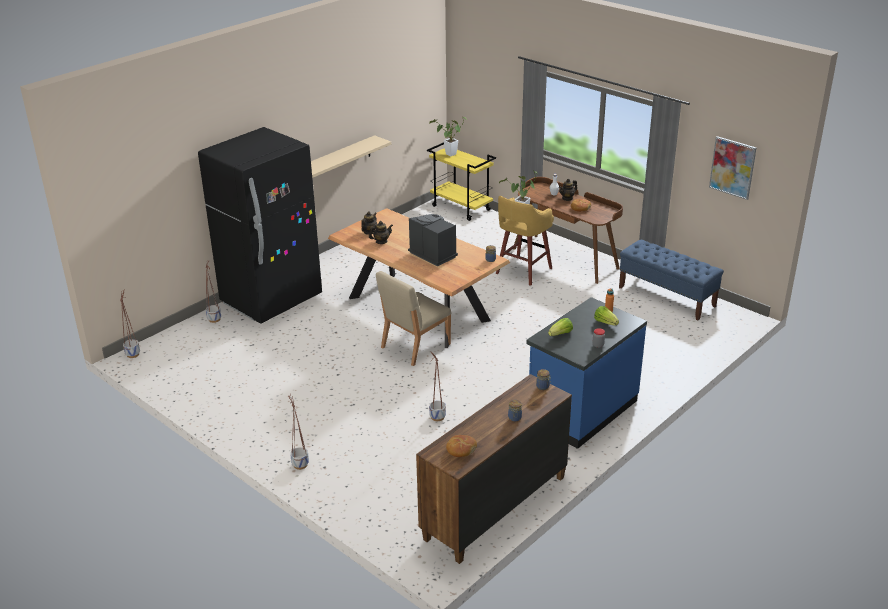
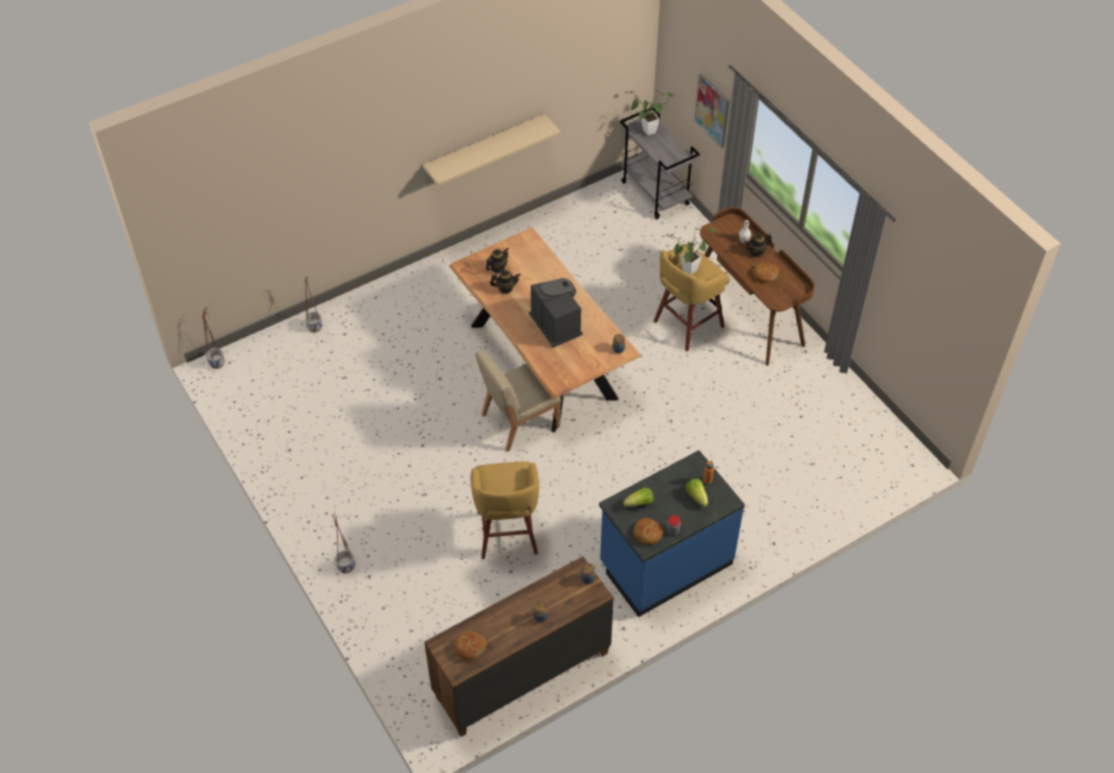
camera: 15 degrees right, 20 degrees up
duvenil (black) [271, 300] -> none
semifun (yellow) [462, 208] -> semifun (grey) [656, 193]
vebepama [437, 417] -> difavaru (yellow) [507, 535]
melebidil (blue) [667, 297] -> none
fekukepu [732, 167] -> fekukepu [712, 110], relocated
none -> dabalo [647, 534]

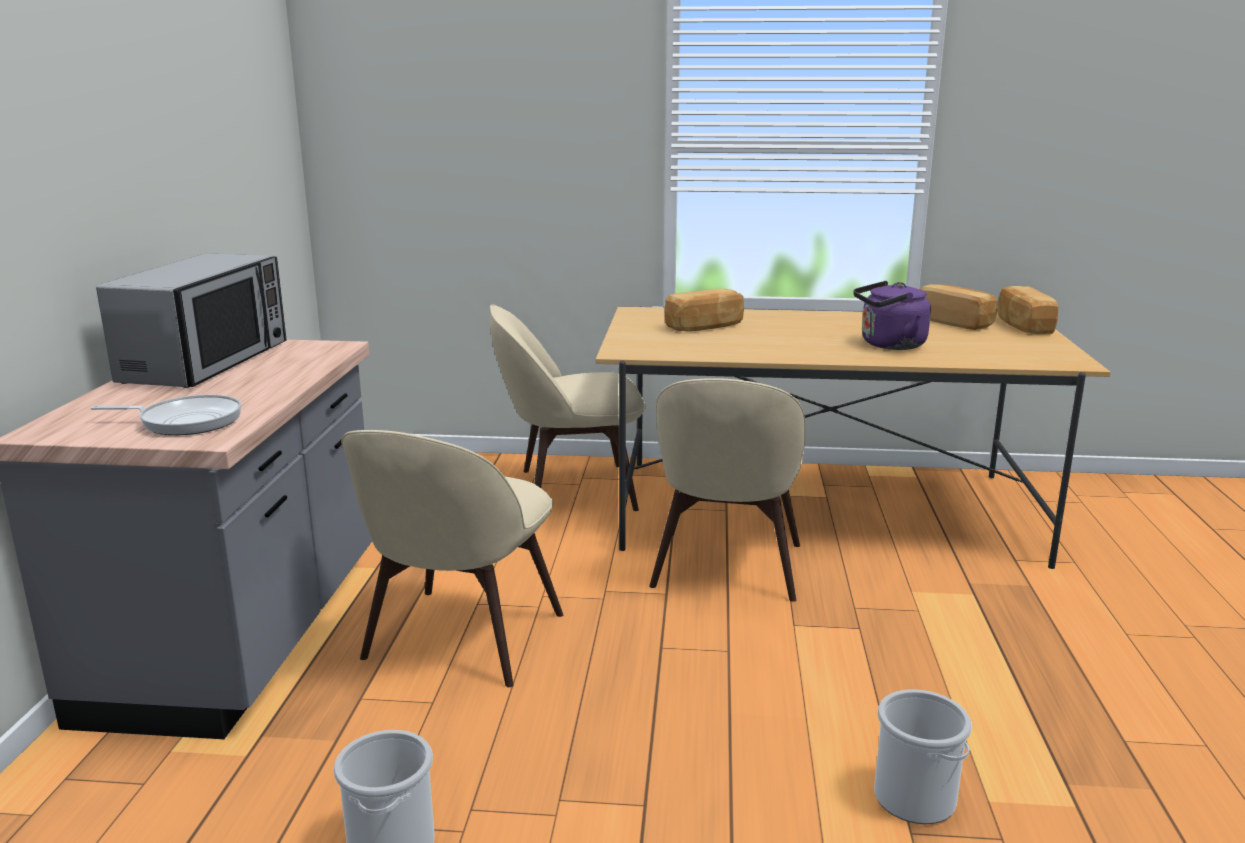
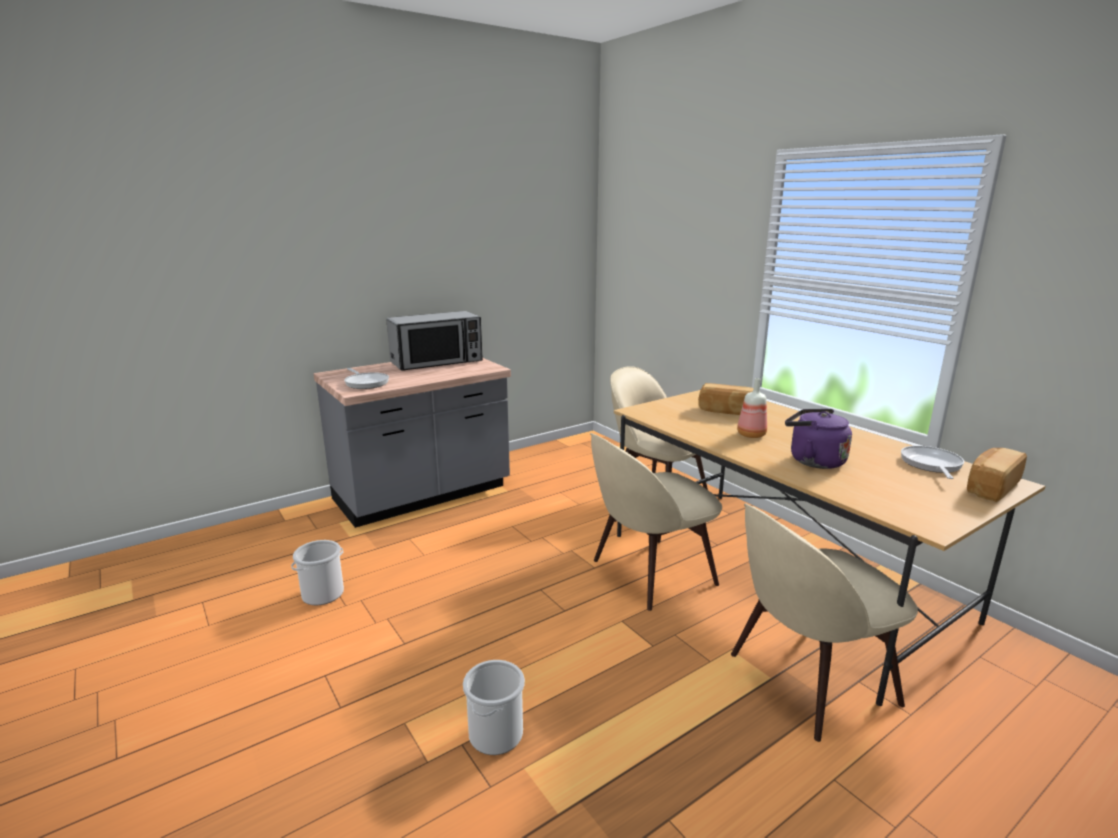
camera: 50 degrees right, 0 degrees up
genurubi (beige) [460, 640] -> genurubi (beige) [807, 680], relocated
dabalo [955, 322] -> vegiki [931, 464]
none -> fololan [751, 435]

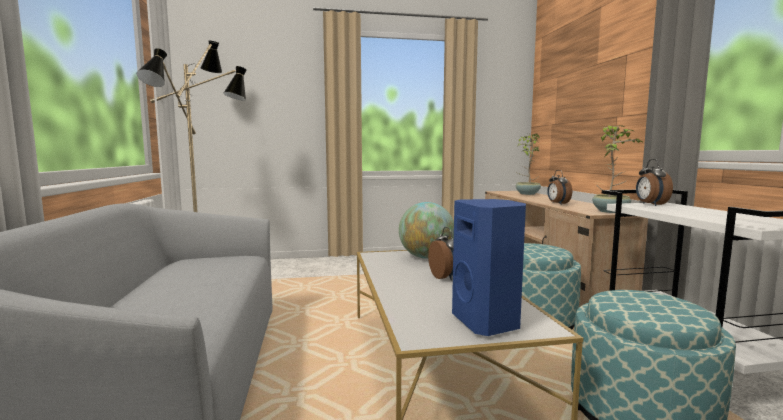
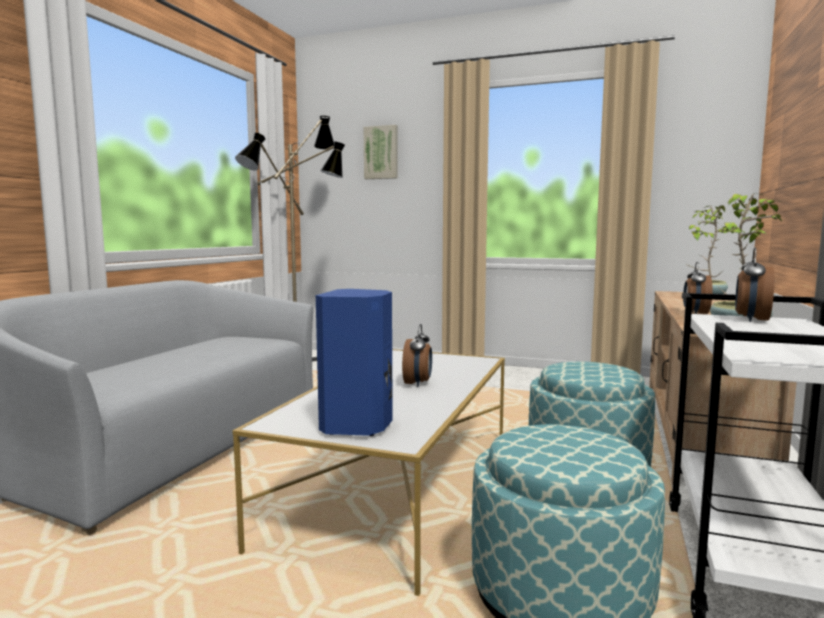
camera: 30 degrees right, 0 degrees up
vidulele [426, 257] -> none
none -> fekukepu [381, 152]

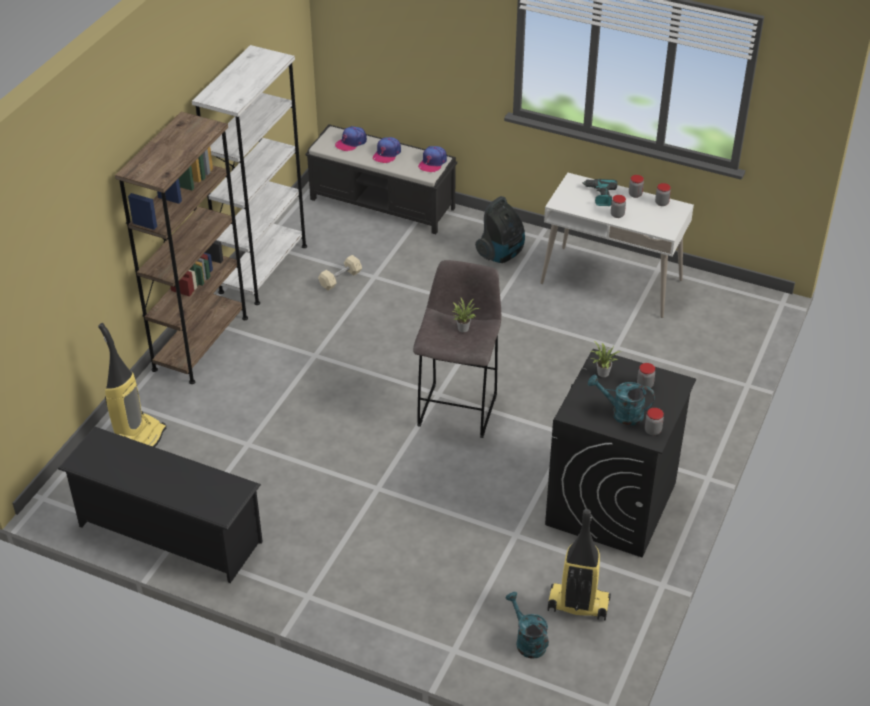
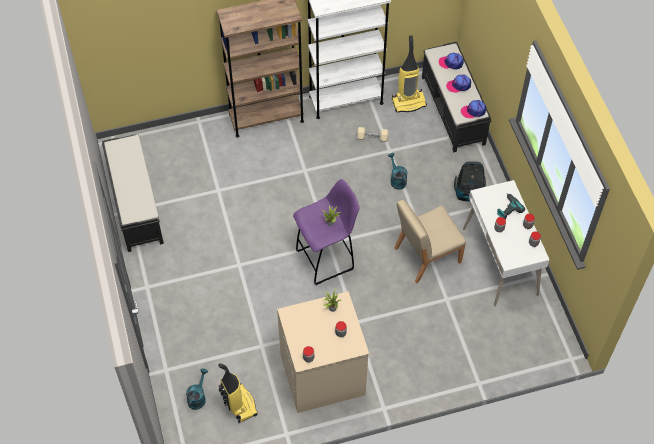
camera: 50 degrees right, 15 degrees up
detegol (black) [169, 533] -> melebidil (black) [135, 204]
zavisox [138, 439] -> zavisox [409, 102], relocated
difavaru (grey) [458, 408] -> difavaru (purple) [327, 259]
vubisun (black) [611, 504] -> vubisun (beige) [322, 375]
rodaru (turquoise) [621, 413] -> rodaru (turquoise) [396, 179], relocated
none -> genurubi (beige) [426, 255]

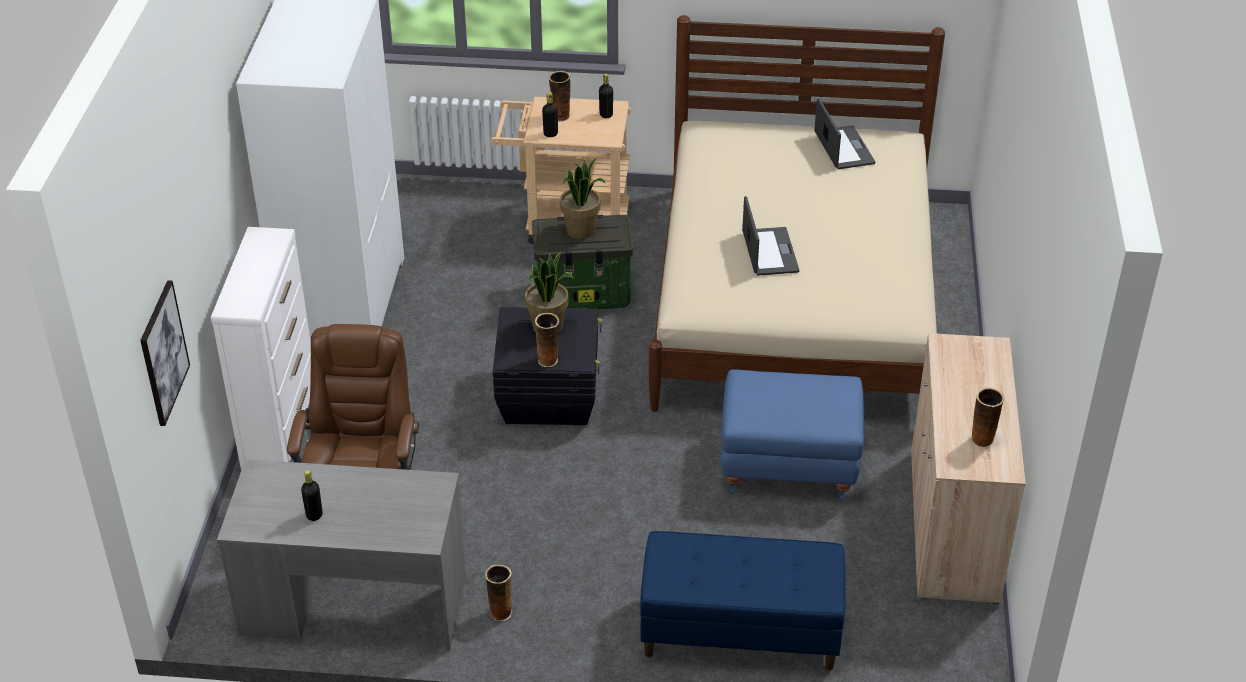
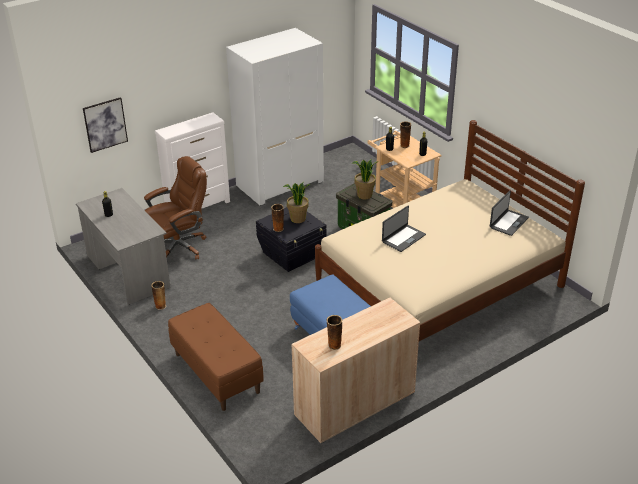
camera: 50 degrees right, 5 degrees down
melebidil (blue) [739, 632] -> melebidil (brown) [216, 373]

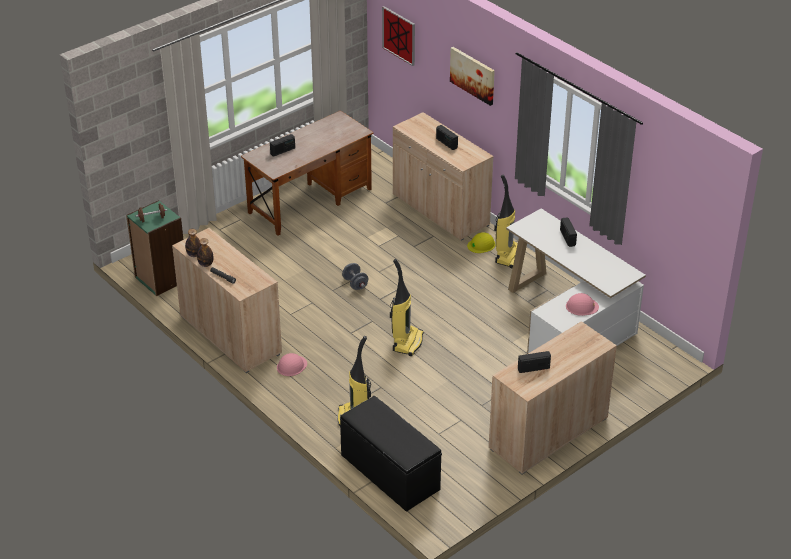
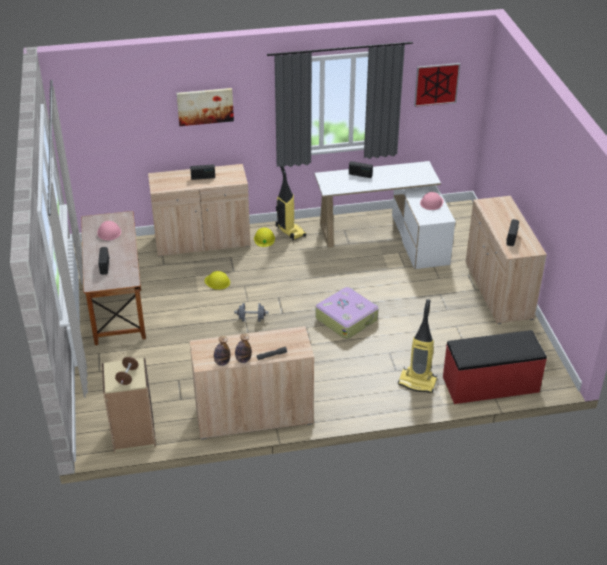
camera: 60 degrees left, 0 degrees up
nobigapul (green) [160, 279] -> nobigapul (beige) [133, 435]
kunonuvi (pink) [291, 366] -> kunonuvi (pink) [109, 232], relocated
melebidil (black) [389, 472] -> melebidil (red) [490, 385]
fekukepu [399, 35] -> fekukepu [436, 84], relocated
zavisox [407, 342] -> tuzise [346, 318]
none -> kunonuvi (yellow) [217, 281]

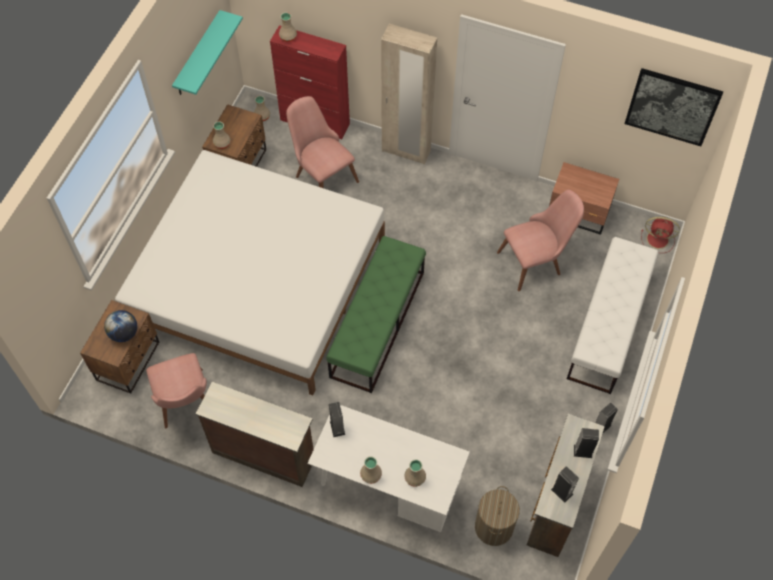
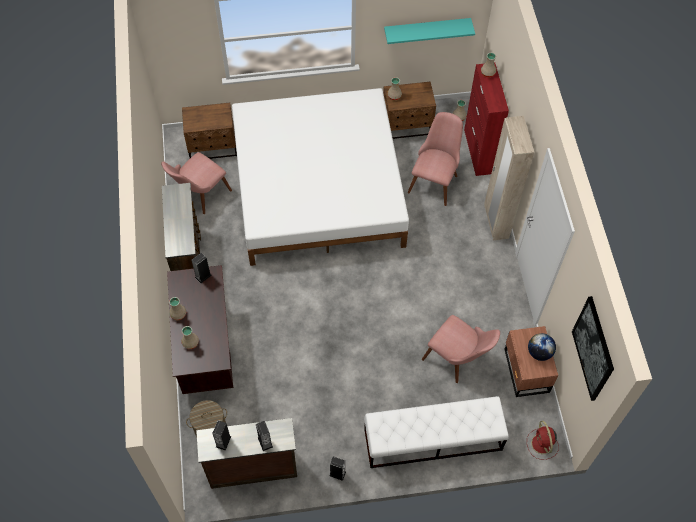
camera: 60 degrees right, 0 degrees up
vidulele [124, 333] -> vidulele [539, 352], relocated
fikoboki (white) [388, 487] -> fikoboki (brown) [206, 348]
melebidil (green) [378, 323] -> none

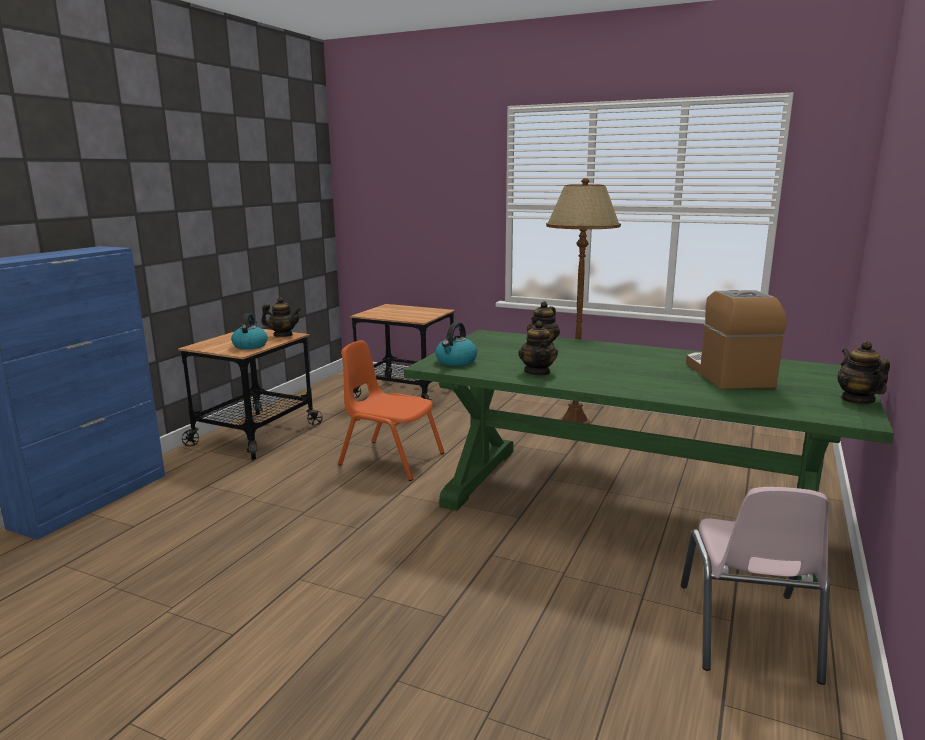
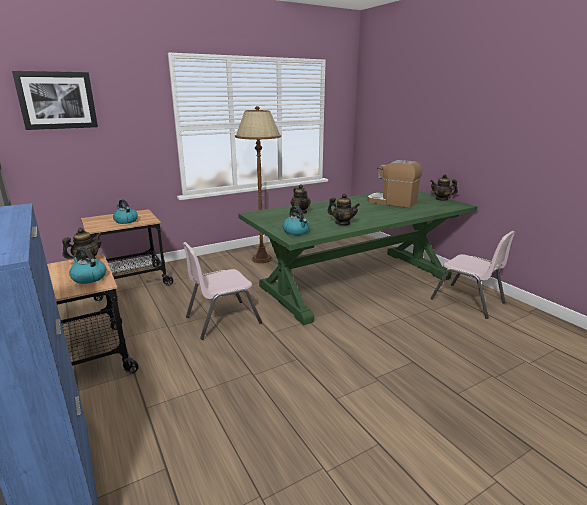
camera: 55 degrees left, 5 degrees up
genurubi (orange) [391, 459] -> genurubi (pink) [222, 319]
none -> fekukepu [57, 100]
none -> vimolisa [126, 221]

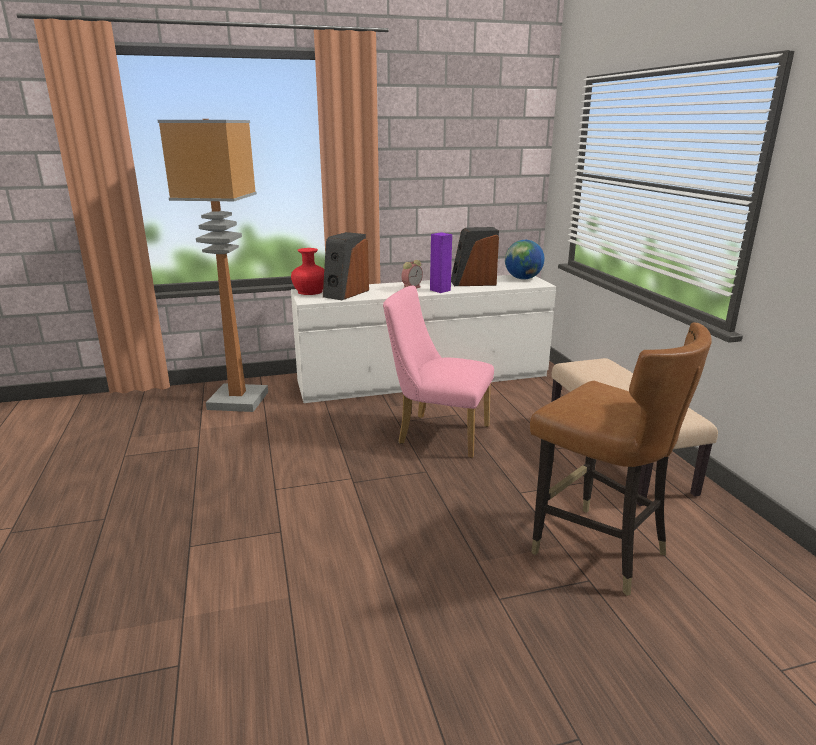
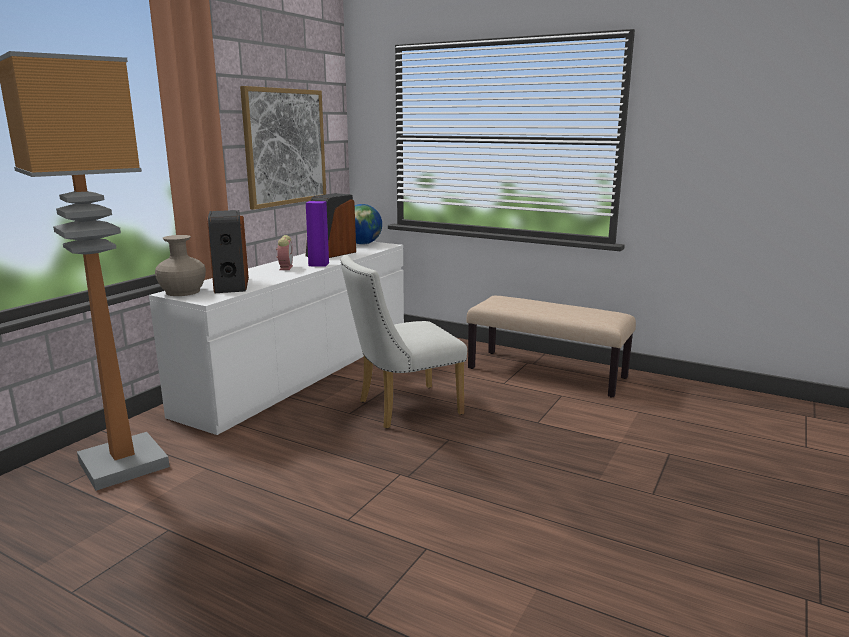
camera: 45 degrees left, 5 degrees down
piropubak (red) [310, 291] -> piropubak (beige) [182, 292]
genurubi (pink) [437, 434] -> genurubi (white) [402, 408]
genurubi (brown) [597, 549] -> none
none -> fekukepu [285, 147]

